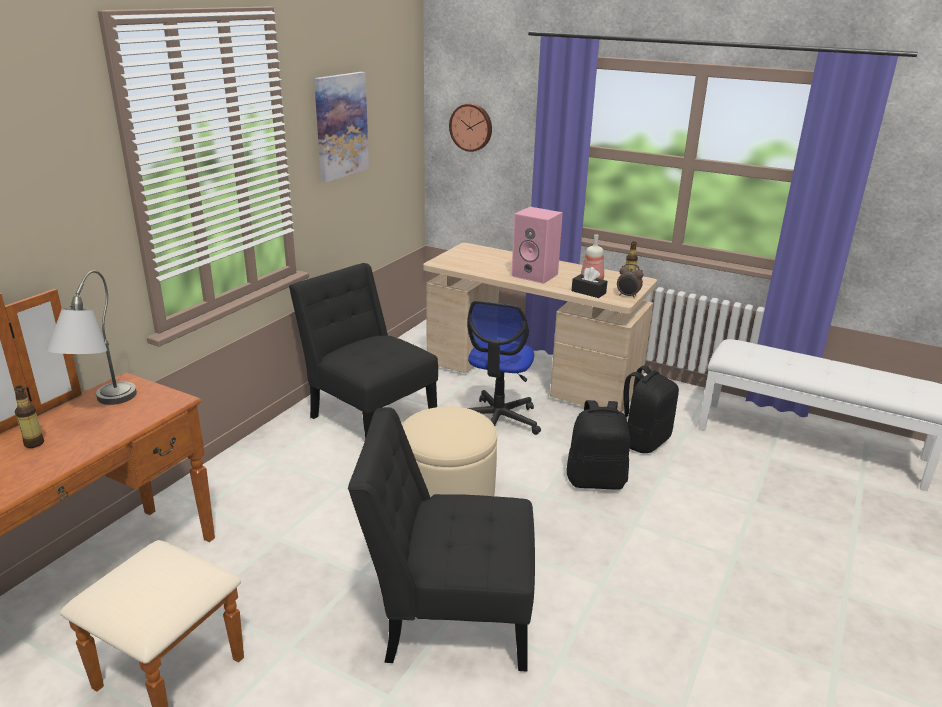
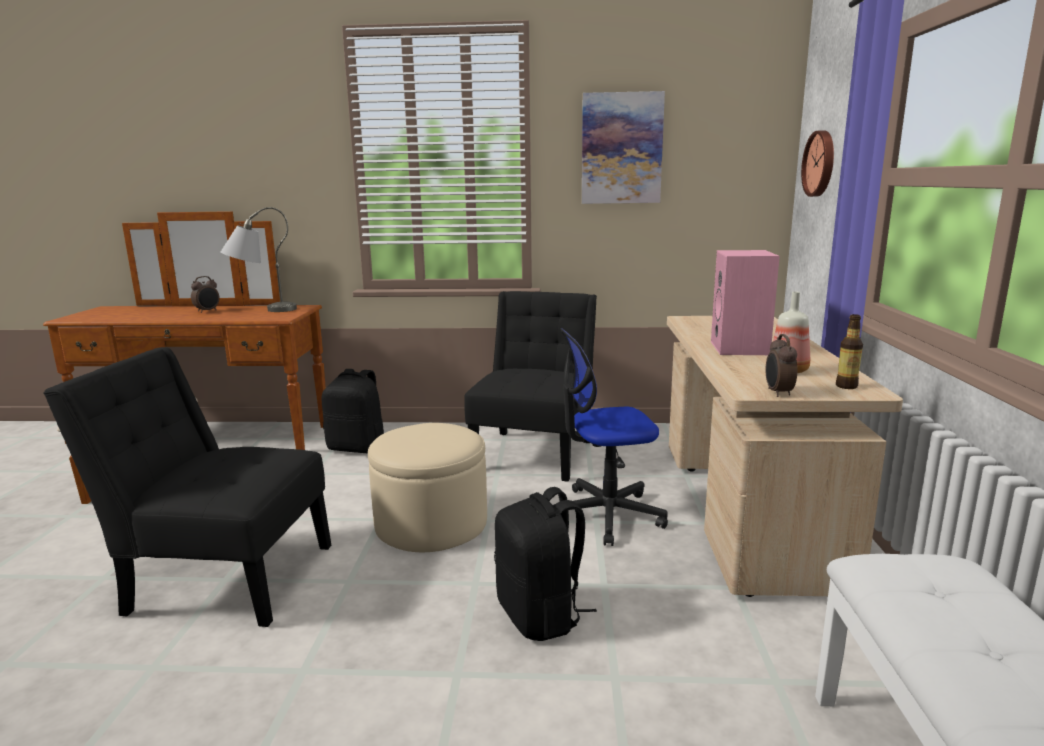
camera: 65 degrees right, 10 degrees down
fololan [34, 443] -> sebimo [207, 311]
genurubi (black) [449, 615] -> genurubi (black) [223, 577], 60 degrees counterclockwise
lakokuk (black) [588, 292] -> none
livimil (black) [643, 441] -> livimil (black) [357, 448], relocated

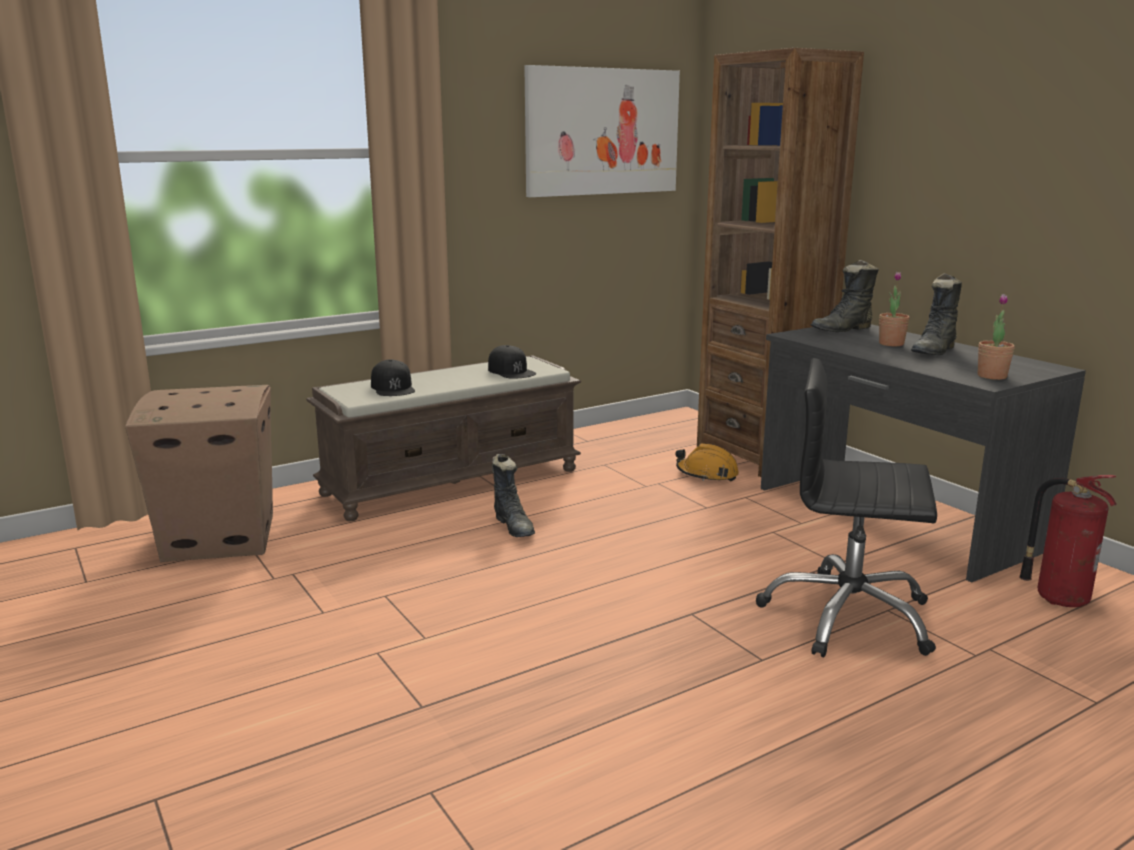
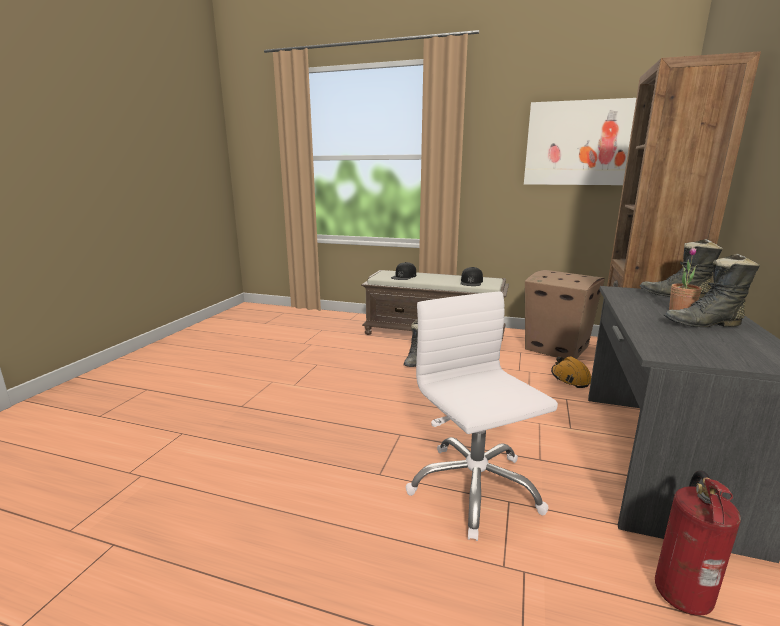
camera: 50 degrees right, 0 degrees up
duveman [217, 538] -> duveman [555, 347], relocated
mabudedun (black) [848, 617] -> mabudedun (white) [474, 487]
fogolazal [992, 376] -> none

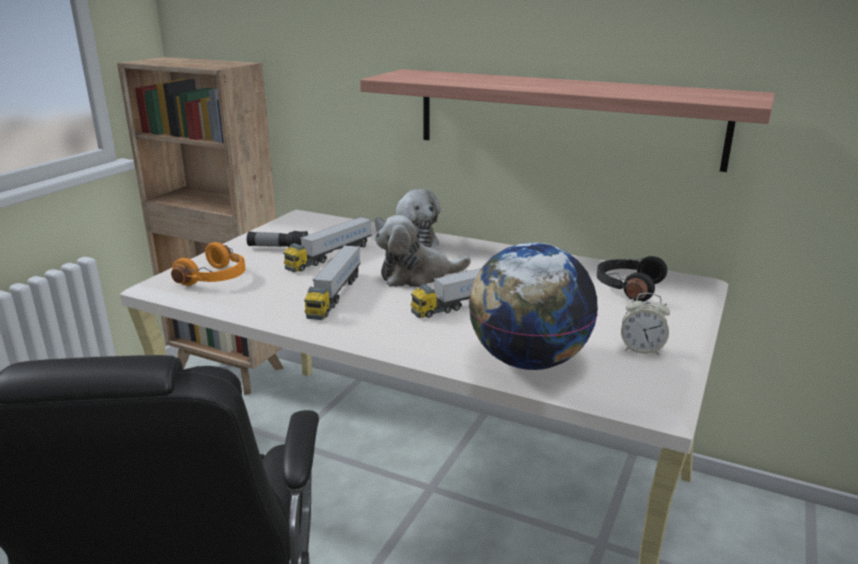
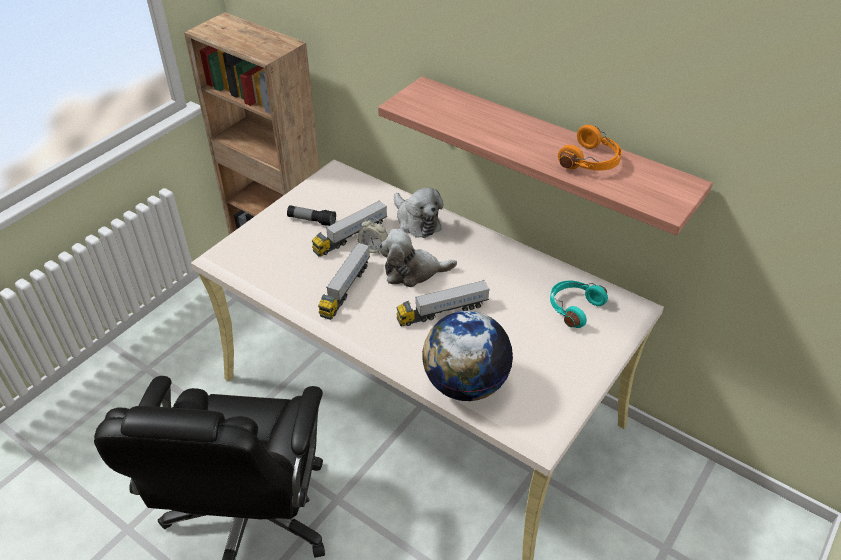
camera: 10 degrees right, 20 degrees up
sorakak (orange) [216, 278] -> sorakak (orange) [591, 161], relocated
sorakak (black) [627, 288] -> sorakak (turquoise) [573, 307]
sebimo [641, 349] -> sebimo [373, 248], relocated

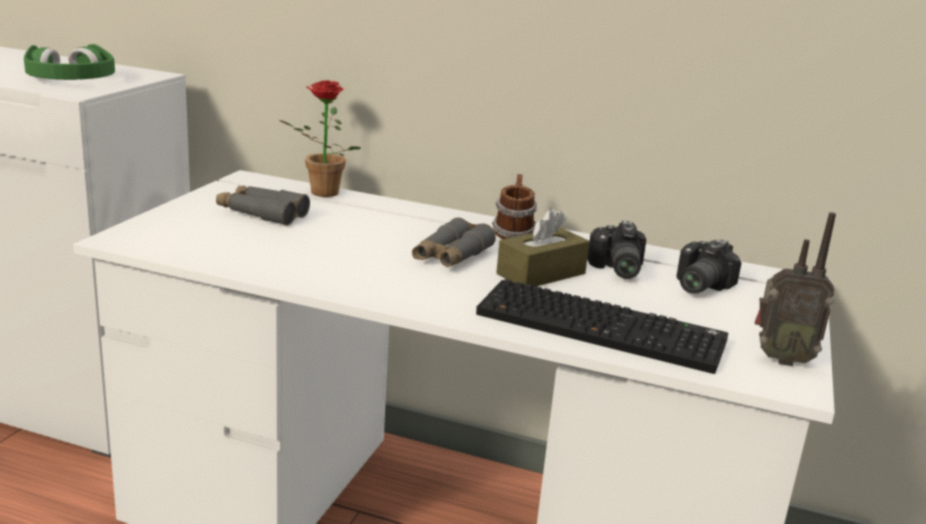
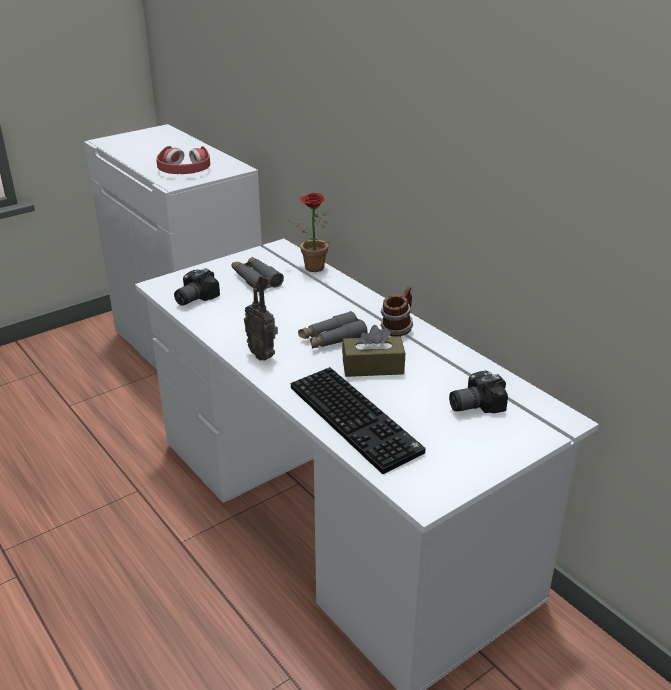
camera: 35 degrees right, 10 degrees up
sorakak (green) [71, 79] -> sorakak (red) [184, 170]
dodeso [615, 269] -> dodeso [193, 298], relocated
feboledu [780, 358] -> feboledu [263, 355], relocated

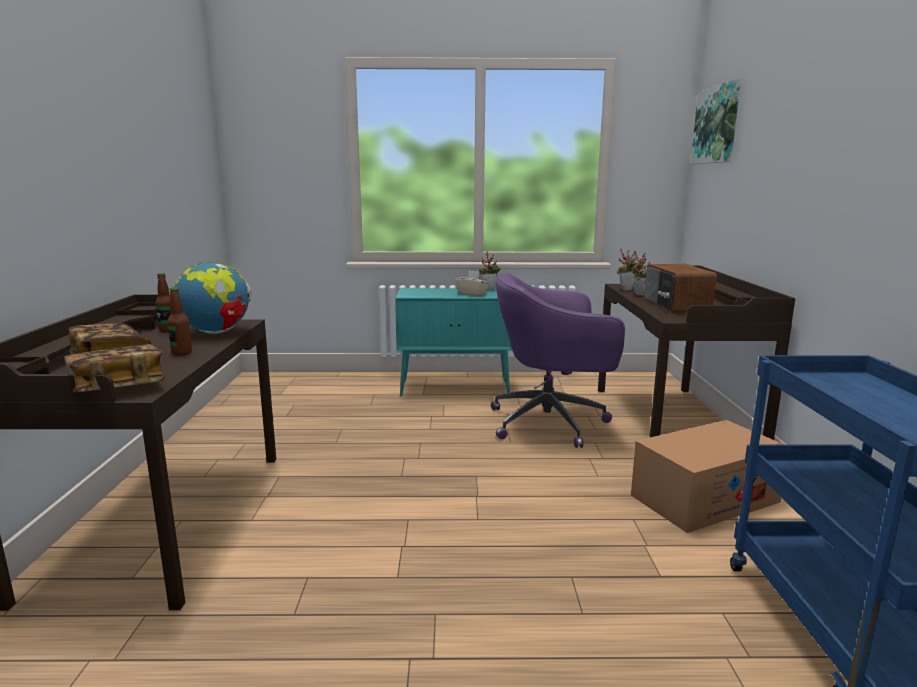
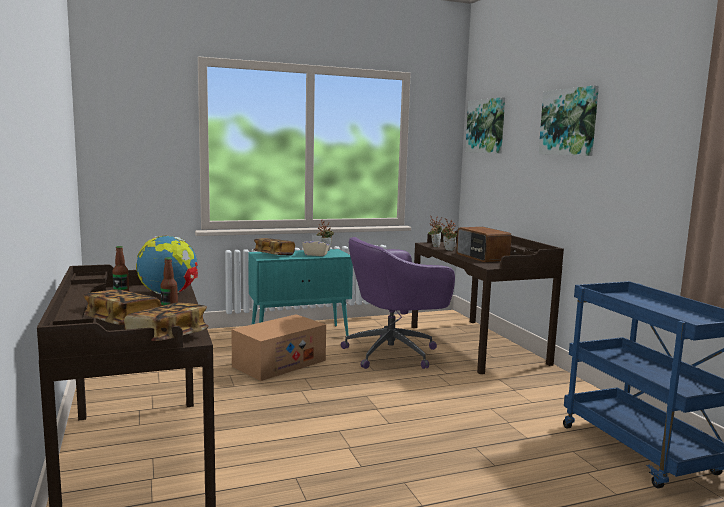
camera: 20 degrees left, 5 degrees down
duveman [704, 498] -> duveman [279, 363], relocated
none -> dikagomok [274, 255]
none -> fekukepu [569, 122]

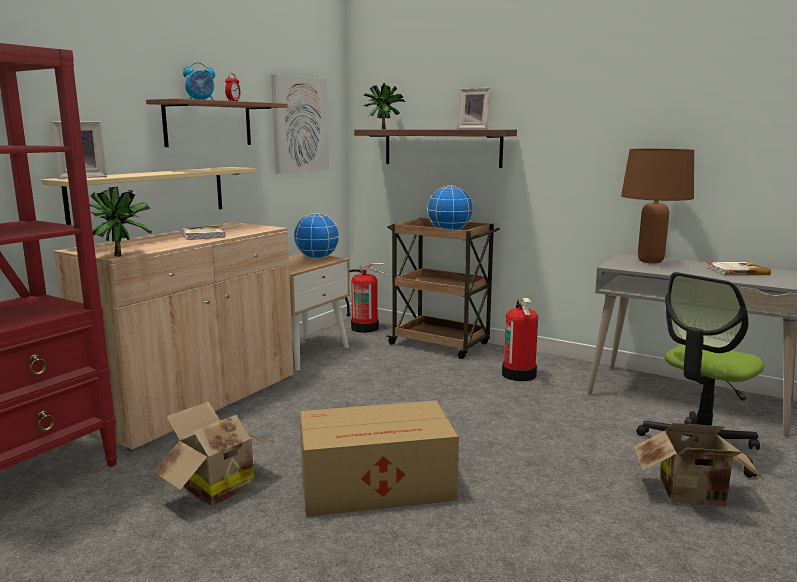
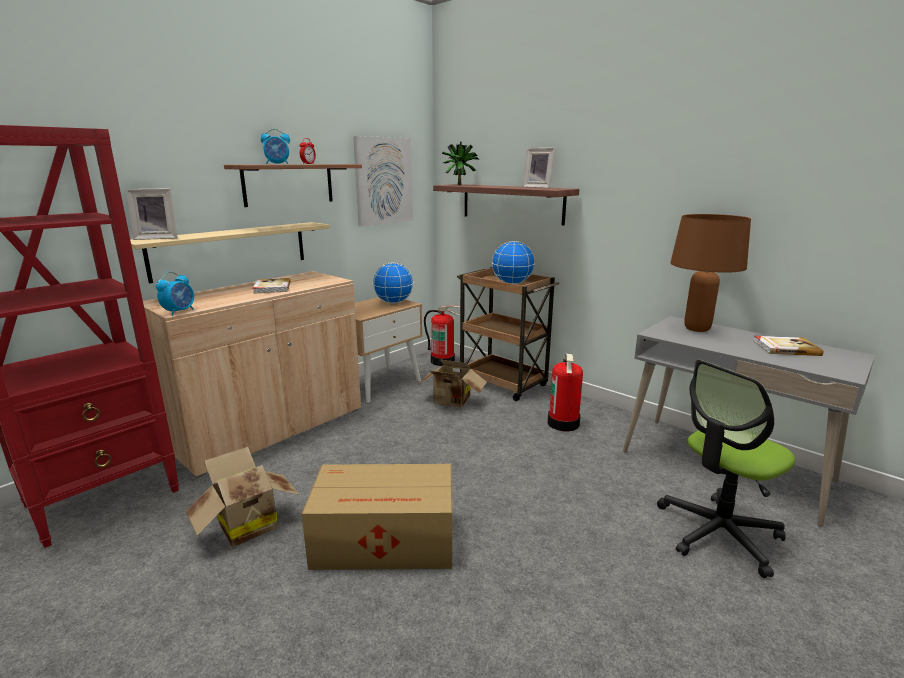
camera: 10 degrees right, 5 degrees up
fogolazal [121, 255] -> sebimo [179, 312]
duveman [695, 496] -> duveman [452, 402], relocated

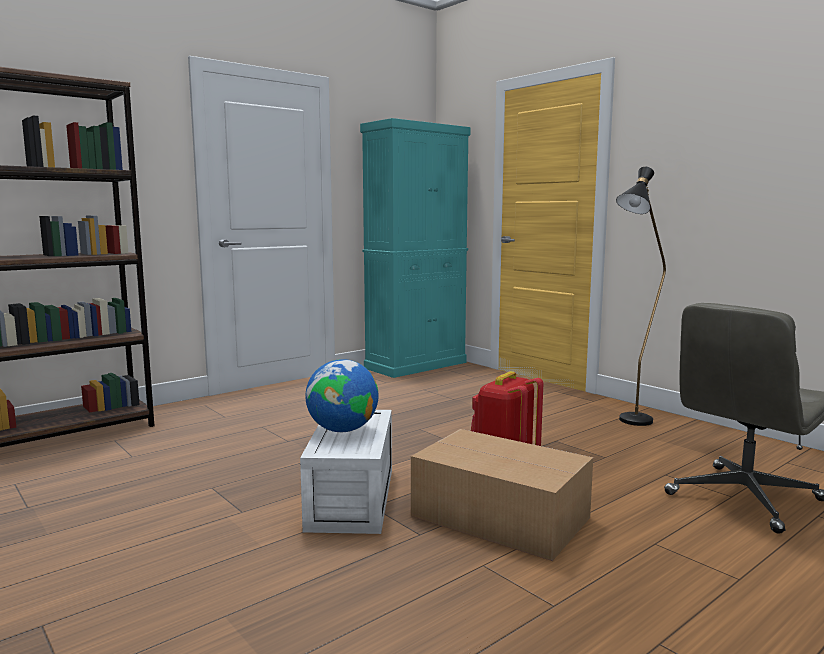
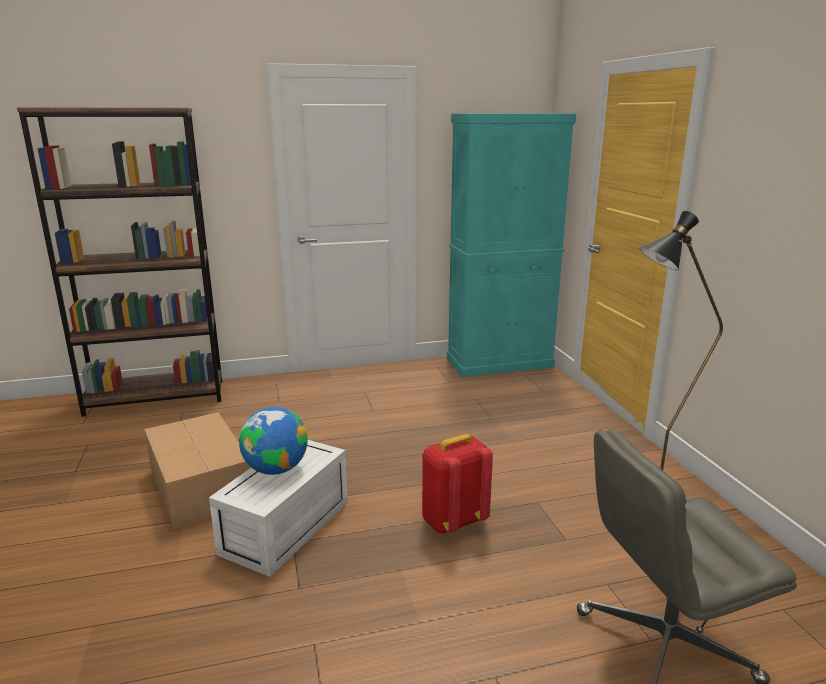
camera: 25 degrees right, 10 degrees up
duveman [501, 518] -> duveman [200, 488], relocated

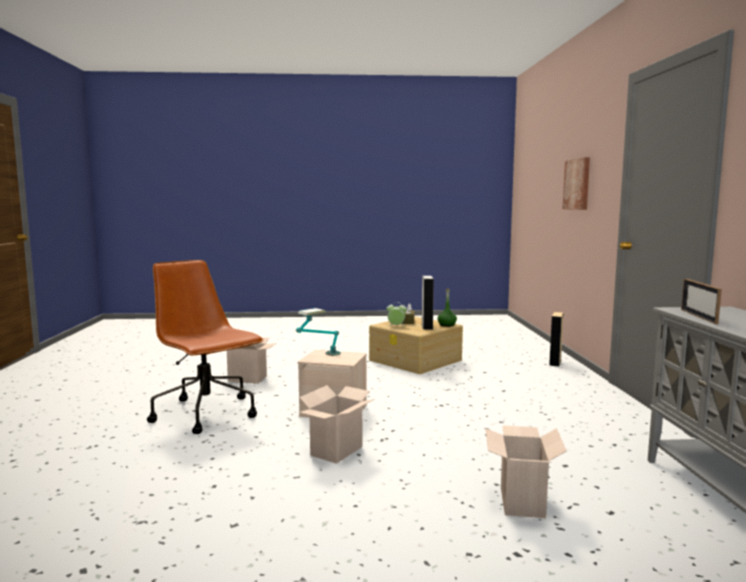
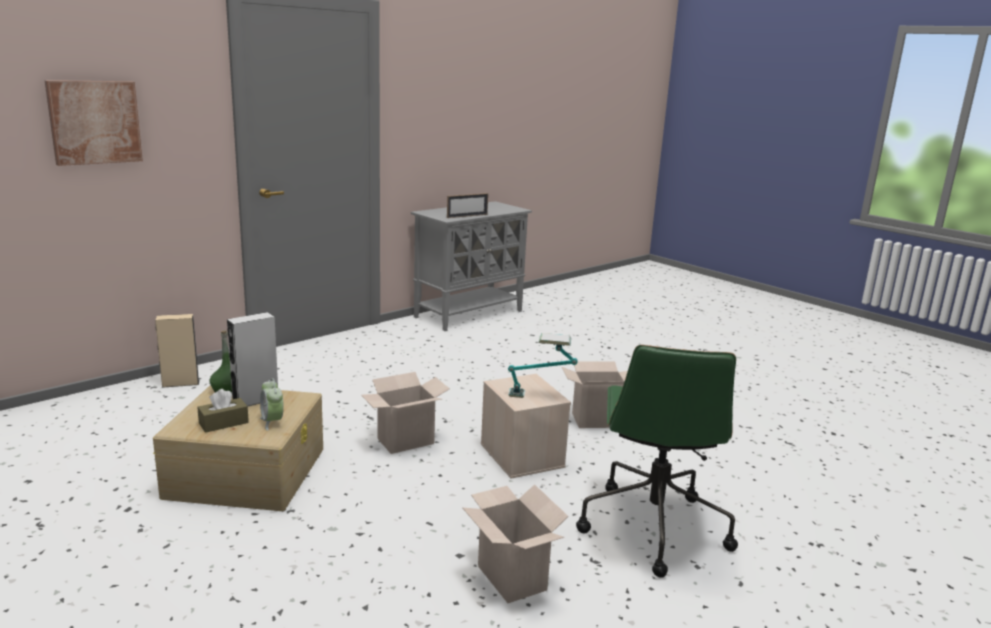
camera: 130 degrees left, 10 degrees up
mabudedun (brown) [207, 414] -> mabudedun (green) [652, 526]
duveman [520, 501] -> duveman [404, 442], relocated

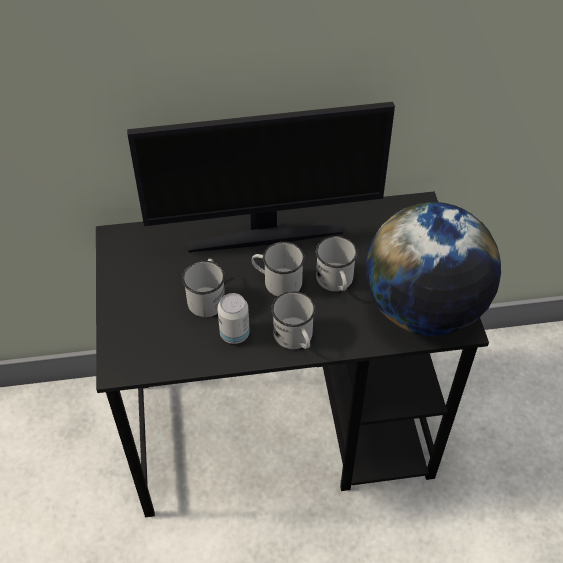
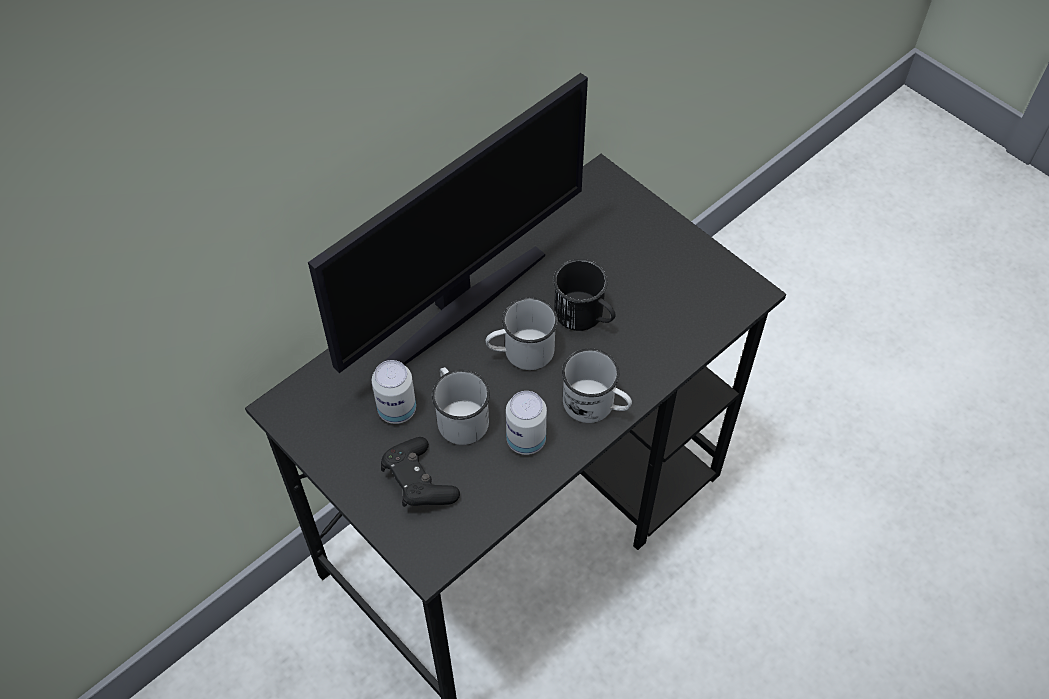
camera: 35 degrees left, 5 degrees up
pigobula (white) [336, 282] -> pigobula (black) [585, 316]
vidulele [423, 309] -> none
none -> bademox [397, 410]
none -> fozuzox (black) [418, 482]

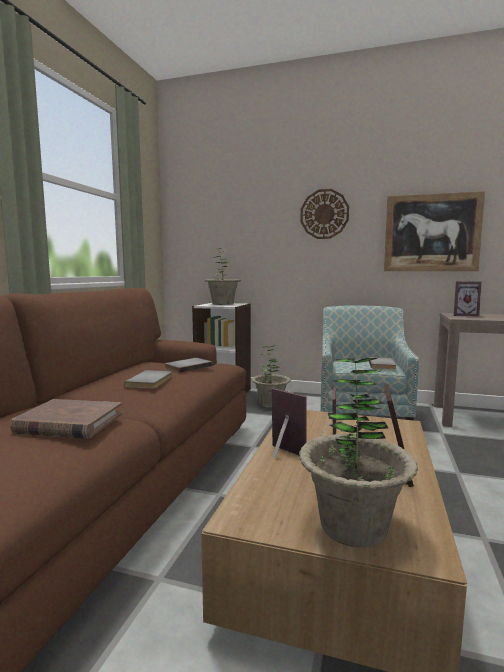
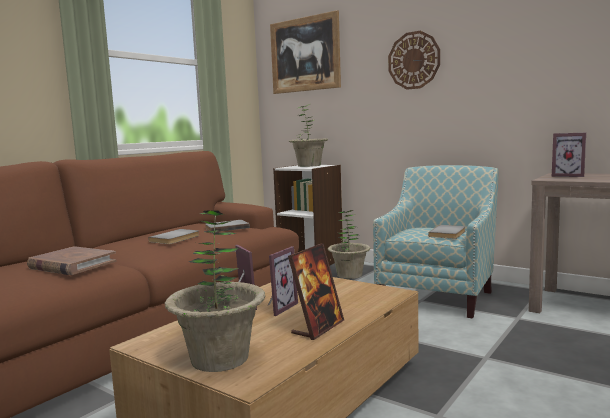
camera: 20 degrees right, 0 degrees up
fekukepu [431, 233] -> fekukepu [305, 54], relocated

